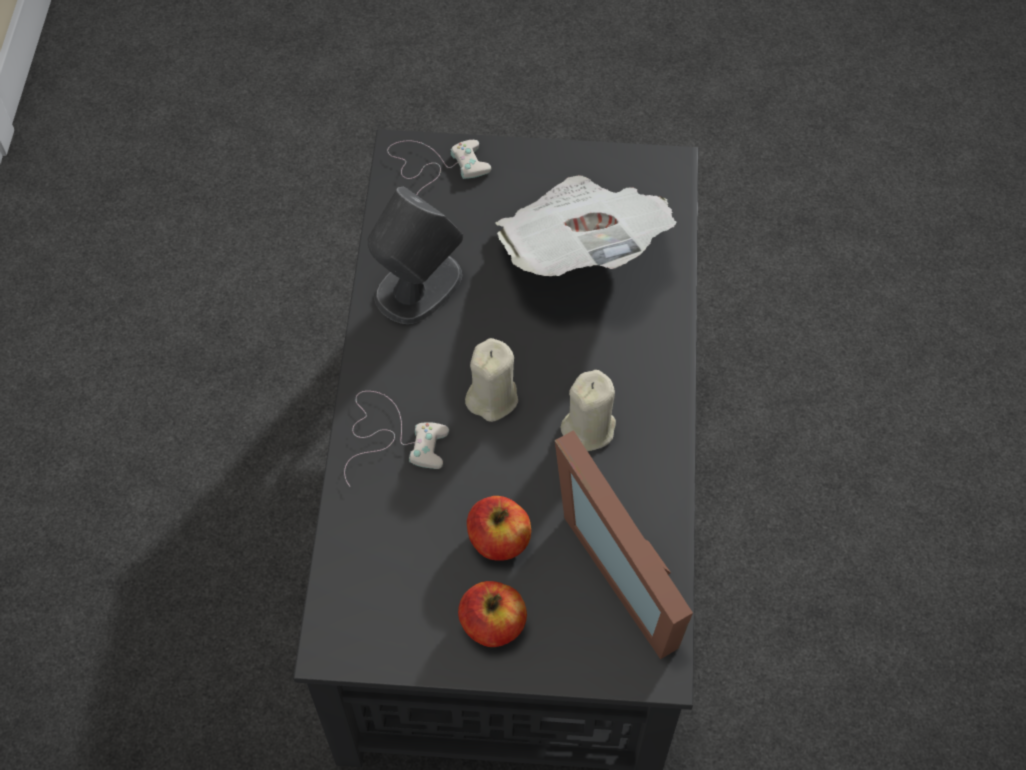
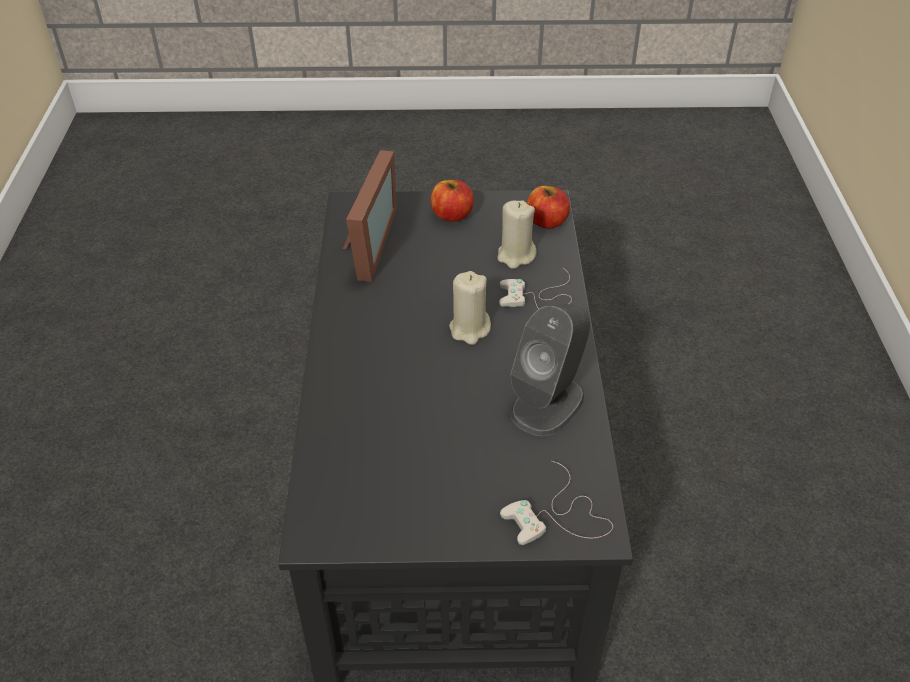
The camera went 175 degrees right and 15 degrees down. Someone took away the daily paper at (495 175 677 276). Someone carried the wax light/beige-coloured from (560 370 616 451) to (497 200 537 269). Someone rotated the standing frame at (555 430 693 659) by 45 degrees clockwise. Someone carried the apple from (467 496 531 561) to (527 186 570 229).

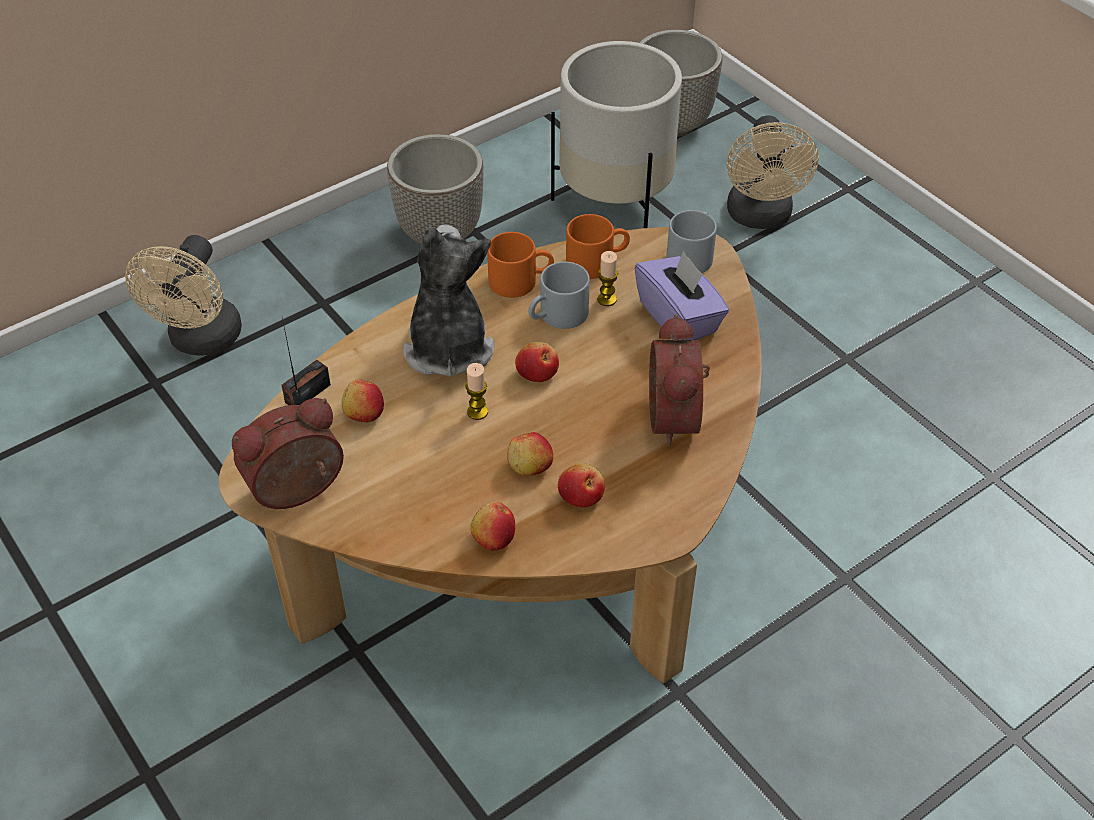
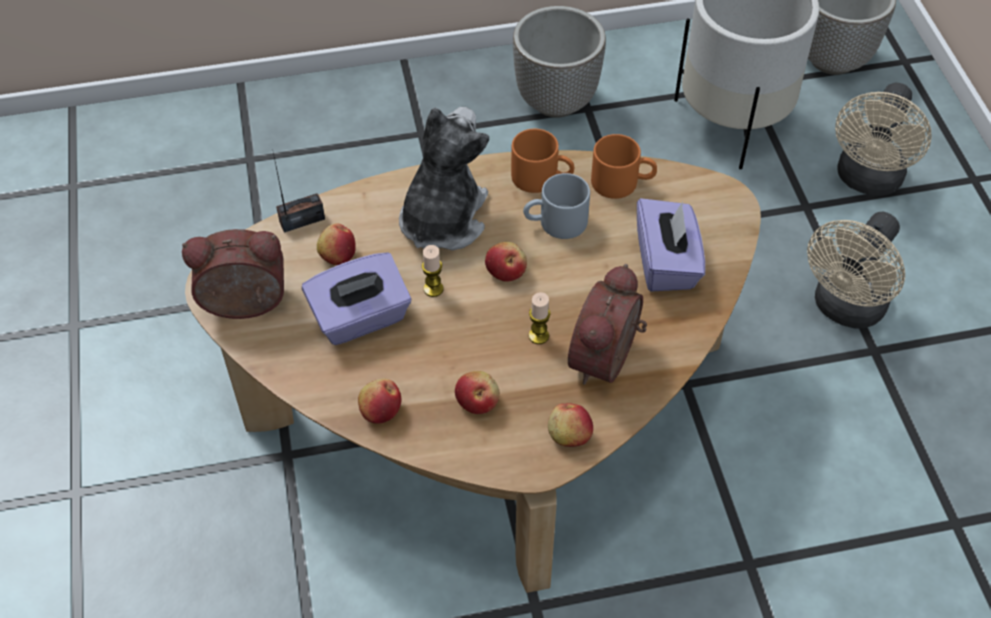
The camera went 25 degrees right and 5 degrees up. Someone took away the mug/grey at (666 210 717 273). Someone carried the electric fan/beige-coloured from (125 235 242 356) to (807 212 905 329). Someone carried the wax light from (597 251 618 306) to (529 292 551 344). Someone carried the apple from (507 432 553 476) to (548 403 593 447). Someone put down the box of tissues/purple at (302 252 411 345).

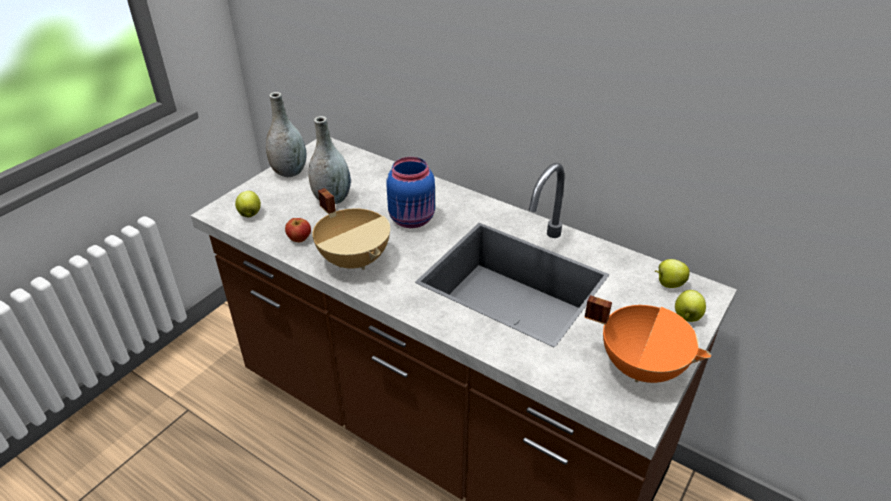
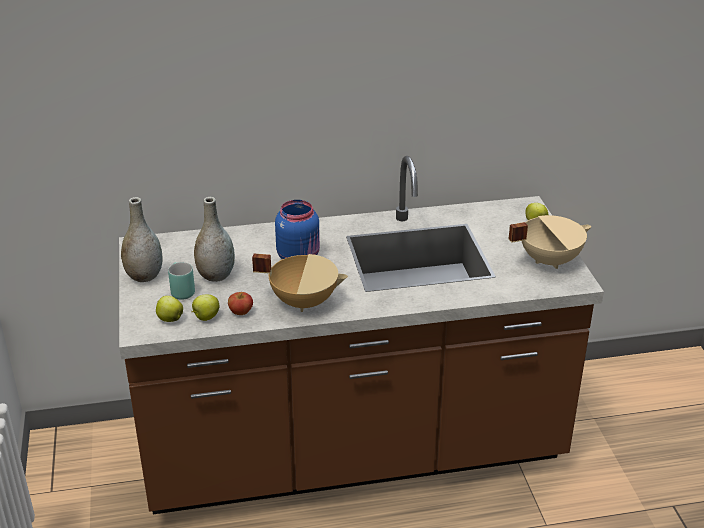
The camera went 45 degrees left and 5 degrees down. Someone carried the apple from (655 259 690 288) to (192 294 220 321). Someone repainted the cooking pot/orange-coloured at (584 295 711 383), which became the cooking pot/beige-coloured at (509 215 591 269). Someone put down the mug/turquoise at (168 262 195 300).

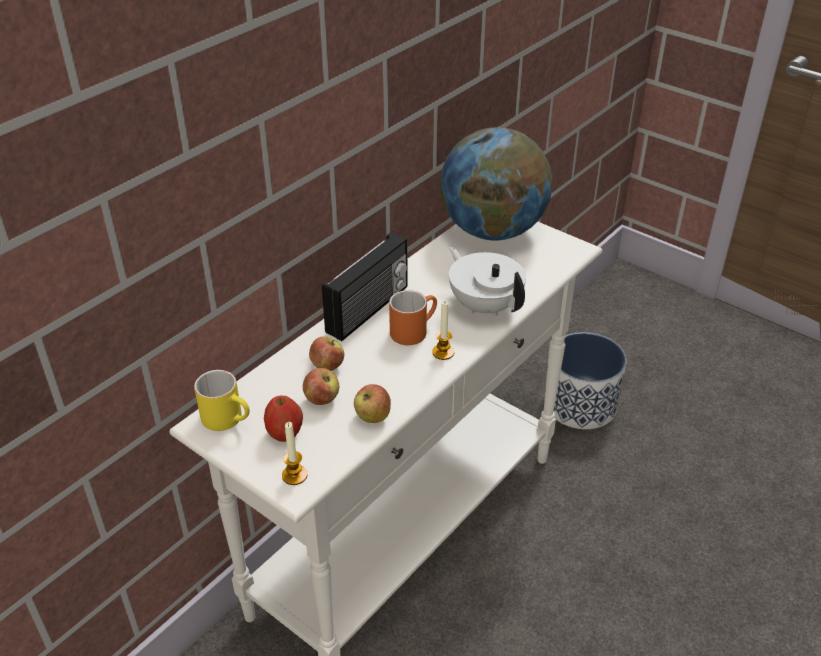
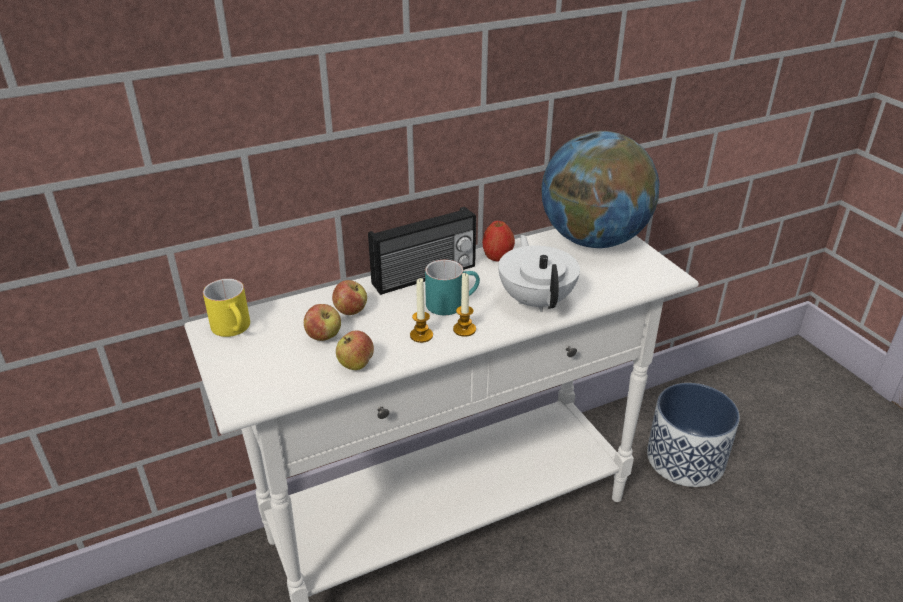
The camera went 25 degrees right and 5 degrees down. Someone repainted the mug/orange-coloured at (389 290 437 345), which became the mug/turquoise at (425 260 480 315). Someone carried the apple from (264 396 303 442) to (483 221 515 261). Someone carried the wax light from (282 422 307 485) to (410 278 433 343).

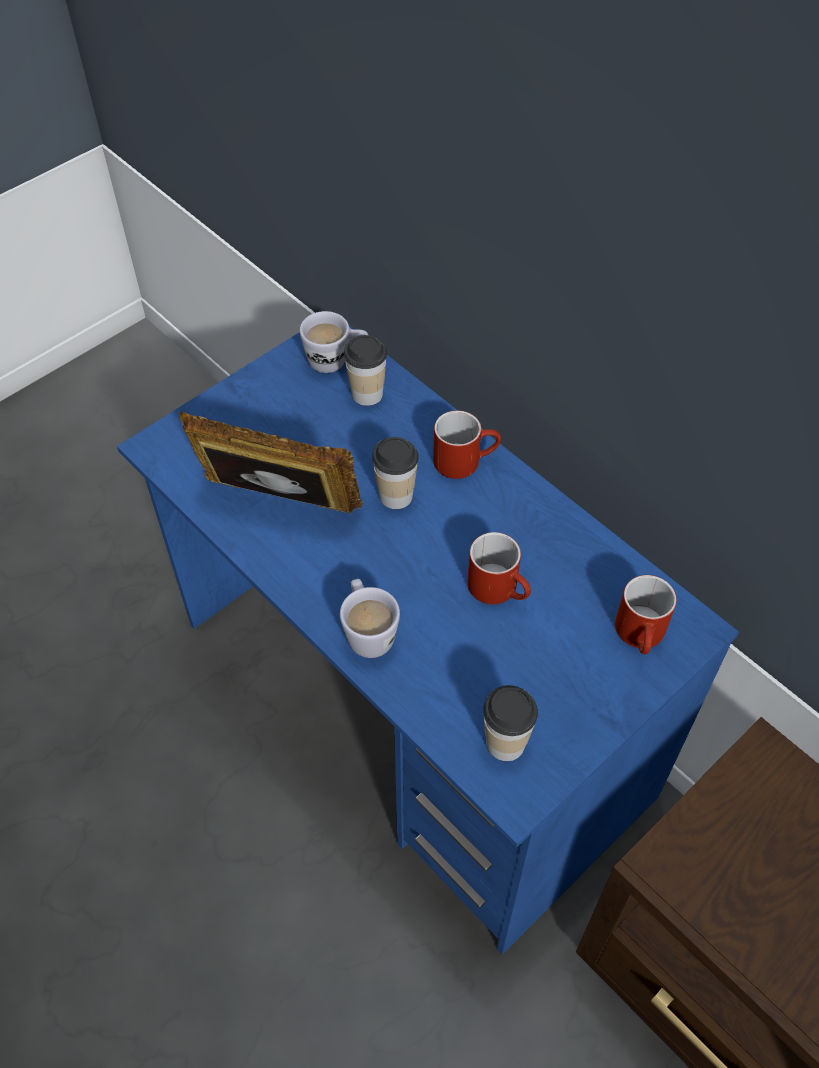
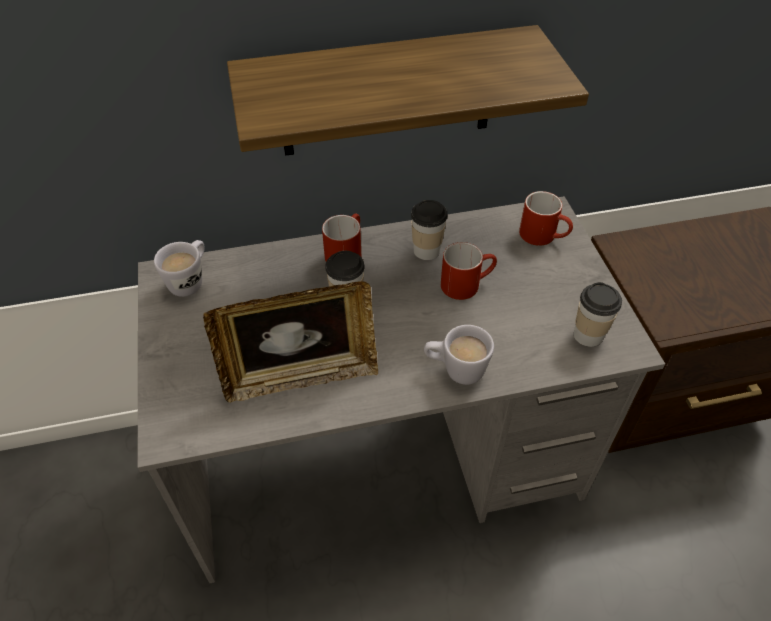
The camera went 60 degrees left and 5 degrees down. Someone repainted the desk/blue-coloured at (117 325 739 955), which became the desk/grey at (138 196 665 583). Someone carried the small cup from (344 335 387 406) to (411 200 447 260). Someone rotated the standing frame at (179 411 362 513) by 150 degrees counterclockwise. Someone put up the bracket shelf at (227 25 589 156).

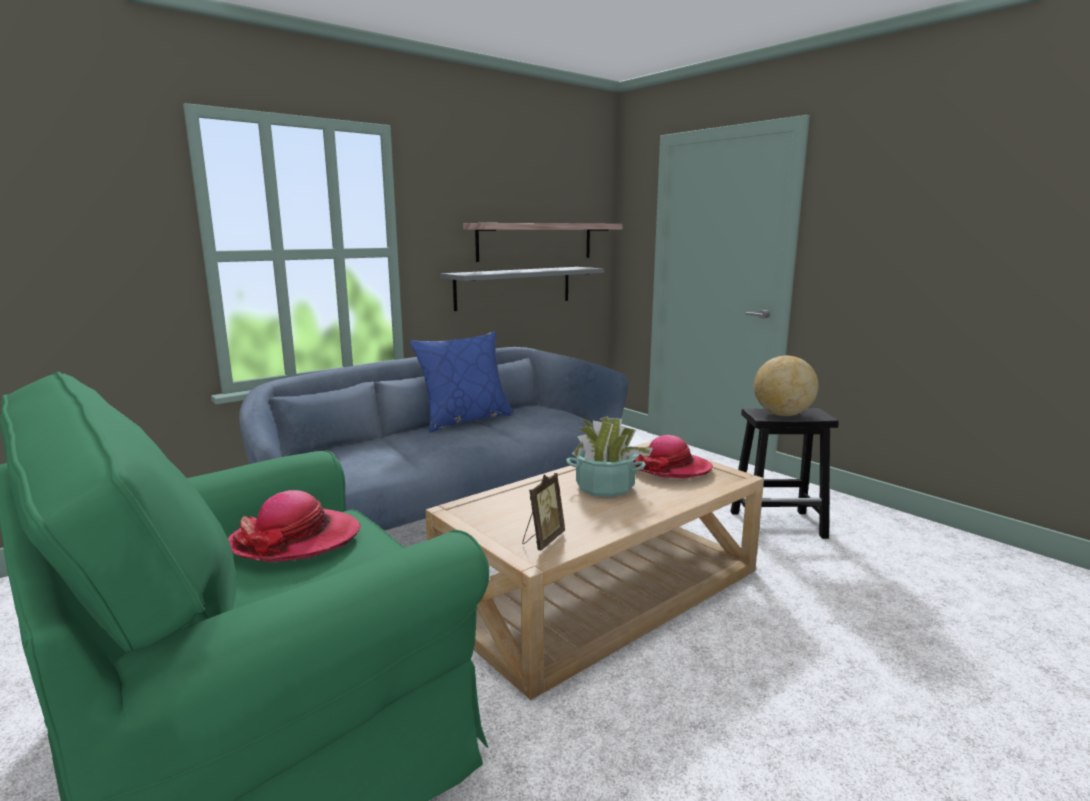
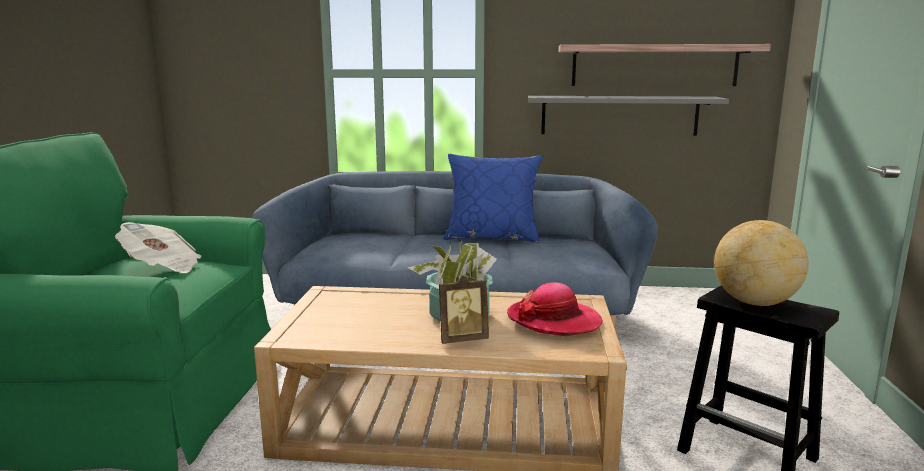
The camera went 45 degrees right and 0 degrees up. Someone carried the standing frame from (522 473 565 551) to (439 275 489 344). Someone swapped the wearable hat at (228 490 361 562) for the daily paper at (115 222 201 273).

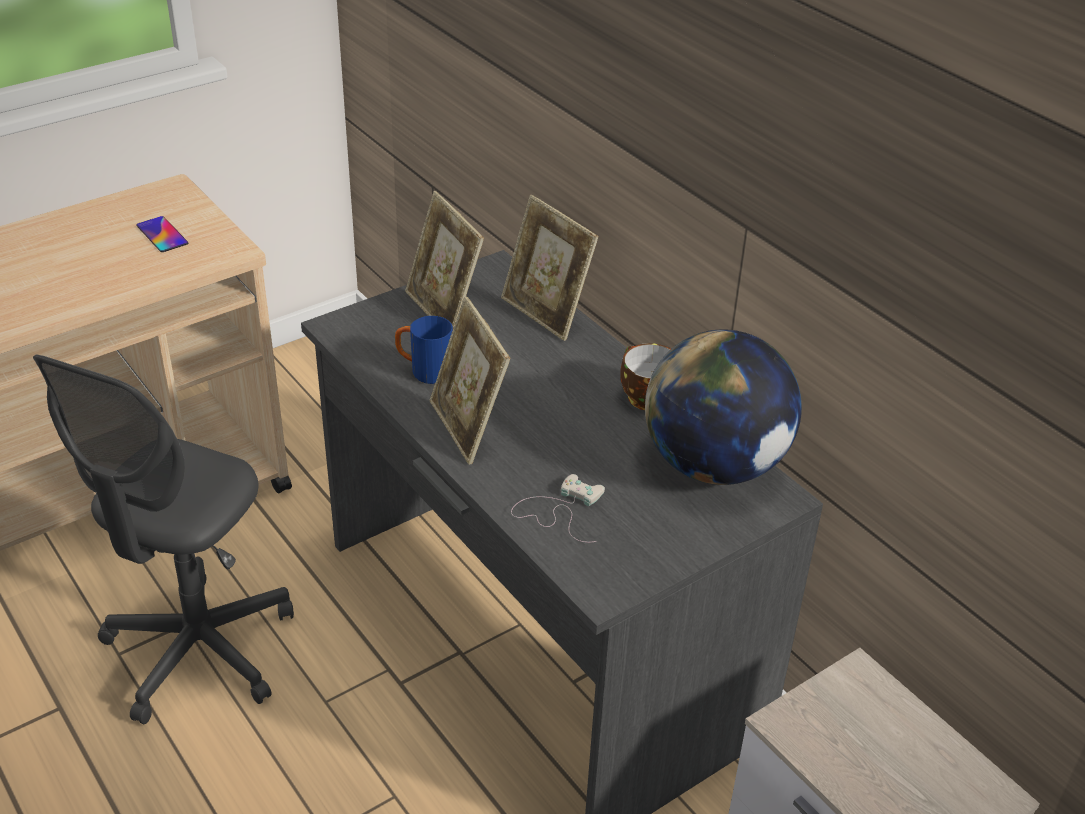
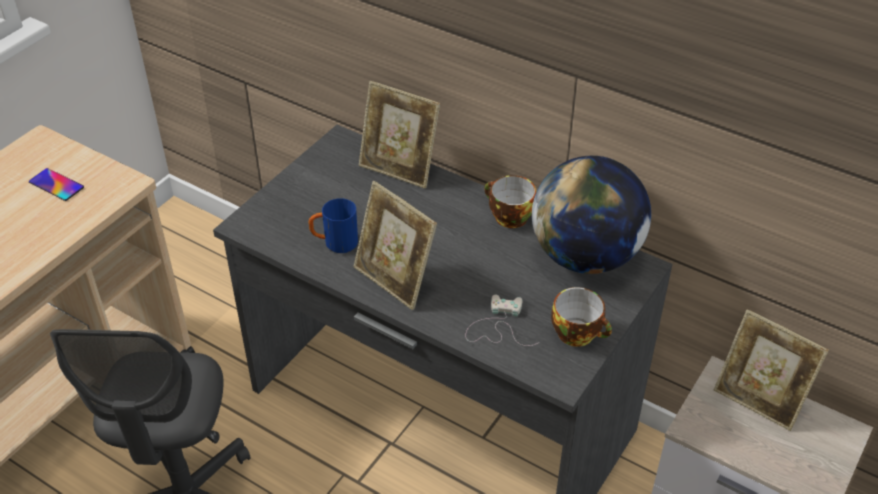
The camera went 20 degrees left and 5 degrees up. Someone carried the standing frame from (405 191 484 328) to (714 309 829 431). Someone put down the small cup at (551 287 612 347).

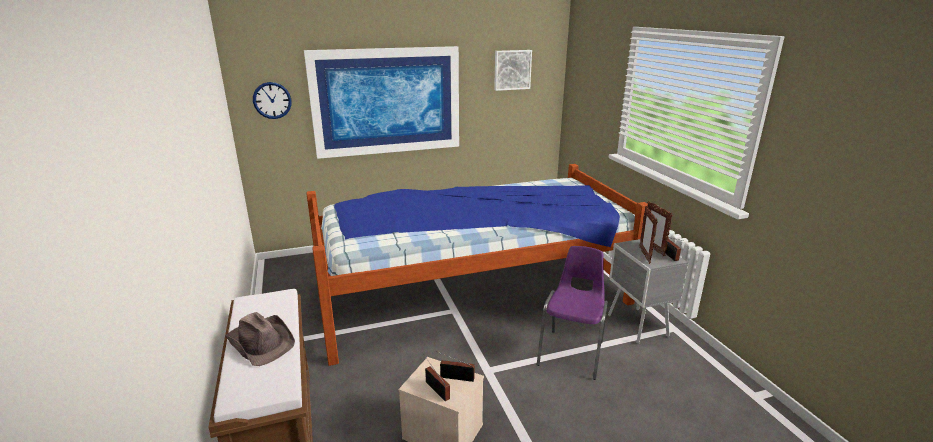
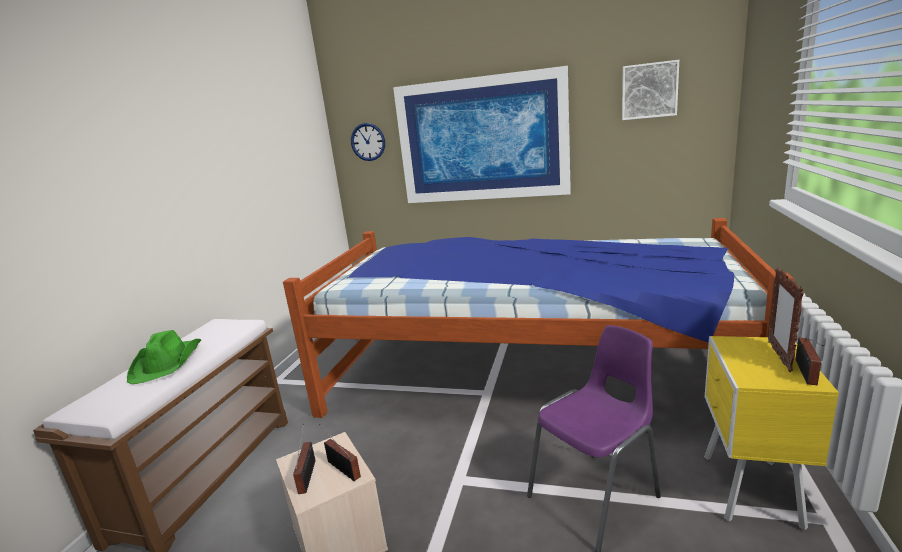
The camera went 35 degrees right and 5 degrees down. Someone took away the standing frame at (639 206 658 264). Someone repainted the nightstand/grey at (608 239 688 344), which became the nightstand/yellow at (704 336 839 530). Someone repainted the wearable hat/brown at (225 312 295 366), which became the wearable hat/green at (127 330 201 384).

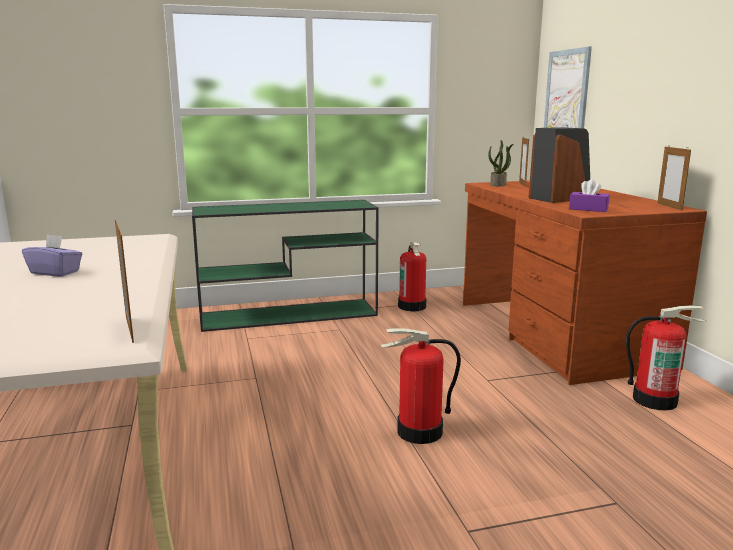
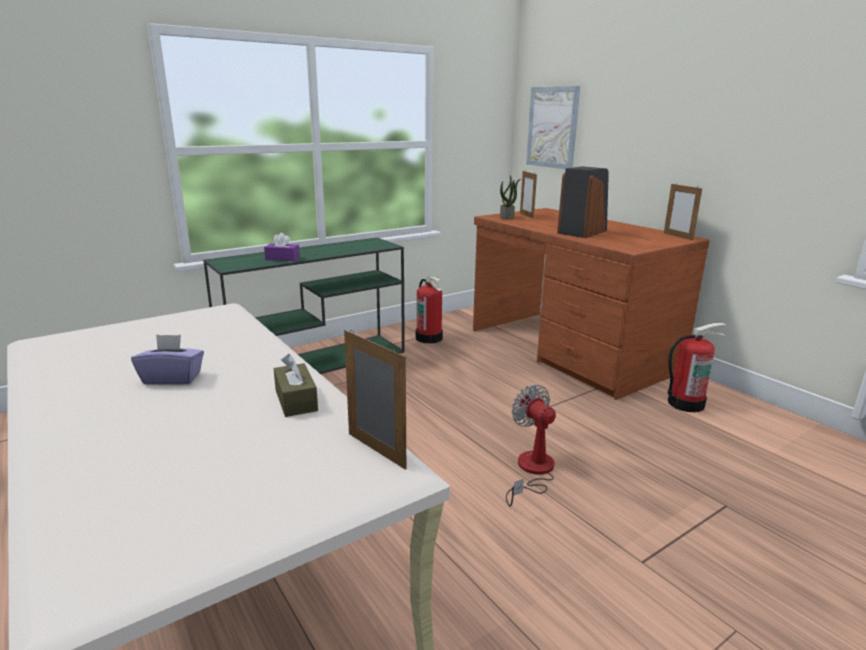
The camera went 20 degrees left and 5 degrees up. Someone carried the box of tissues/purple from (569 179 610 212) to (264 233 300 261). Someone swapped the extinguisher at (381 328 461 444) for the electric fan at (506 384 556 507). Someone put down the box of tissues/brown at (274 354 318 417).

